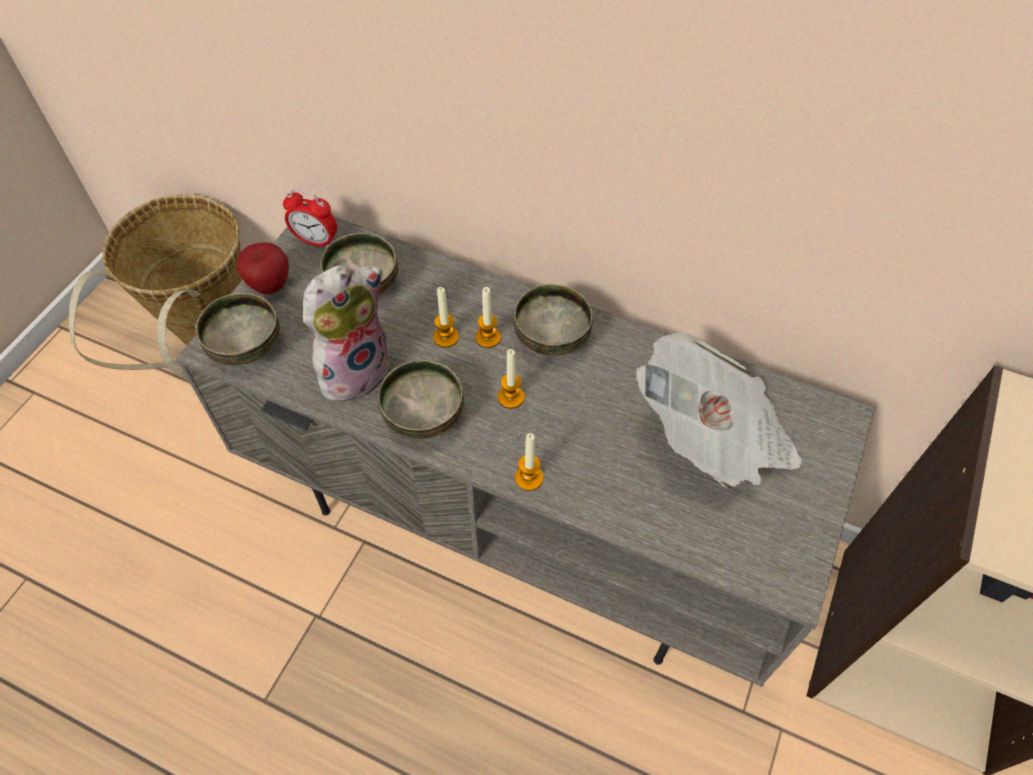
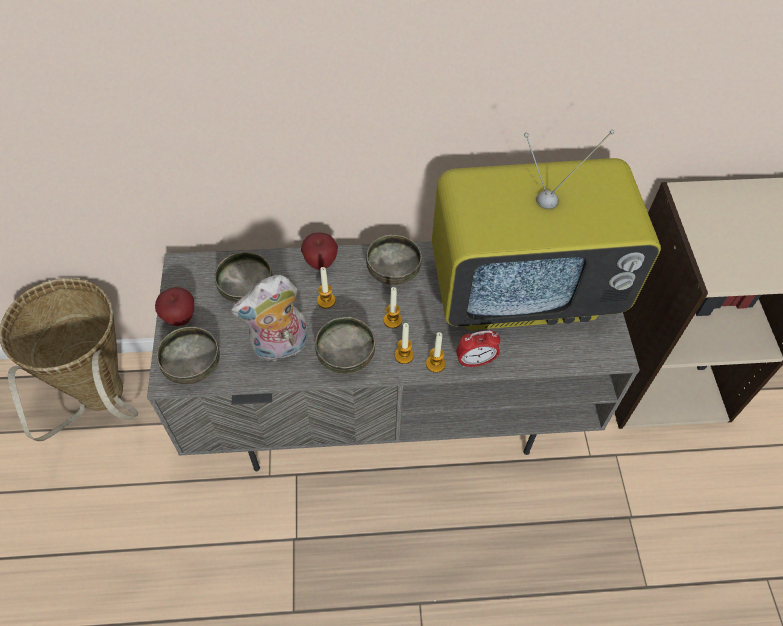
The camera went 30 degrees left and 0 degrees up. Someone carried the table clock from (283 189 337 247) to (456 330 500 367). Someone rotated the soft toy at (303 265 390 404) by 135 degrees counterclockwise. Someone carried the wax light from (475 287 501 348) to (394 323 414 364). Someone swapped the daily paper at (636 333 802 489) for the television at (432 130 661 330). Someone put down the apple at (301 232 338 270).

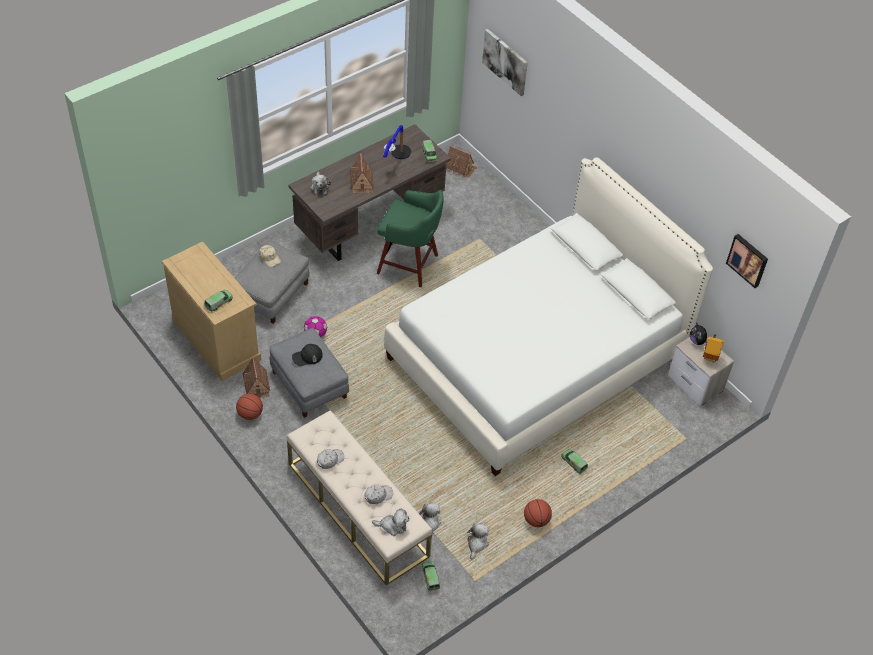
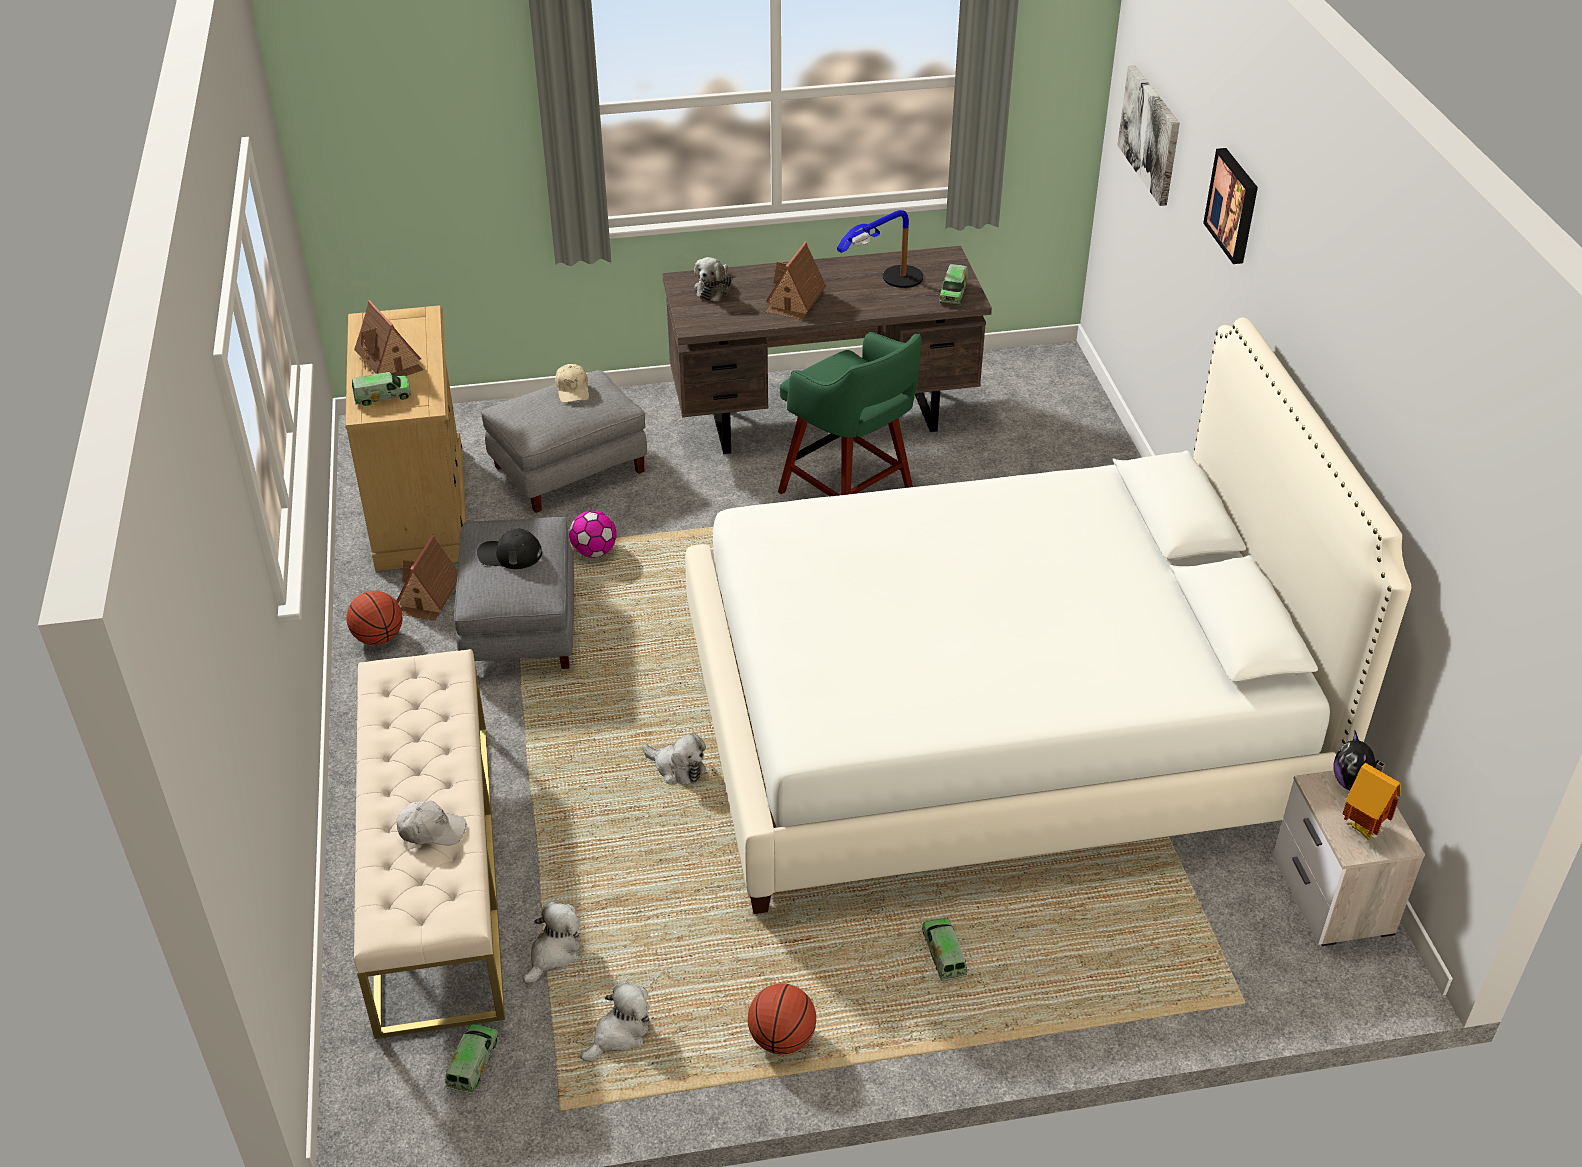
The camera went 30 degrees right and 10 degrees down. Someone carried the miniature house from (446 146 477 178) to (354 300 424 376). Someone carried the wall picture from (726 234 768 288) to (1203 148 1258 264). Someone took away the cap/white-coloured at (317 449 344 469). Someone carried the soft toy from (372 508 409 536) to (642 734 706 784).

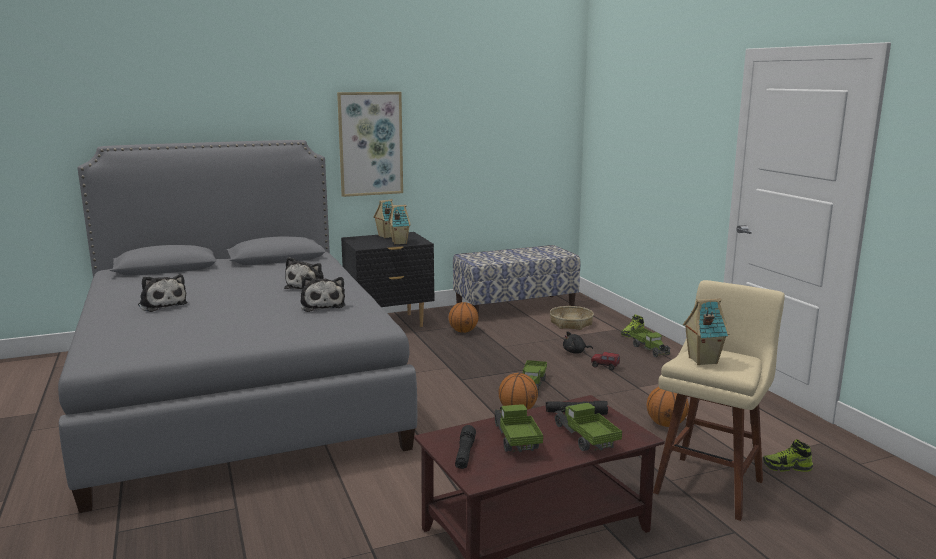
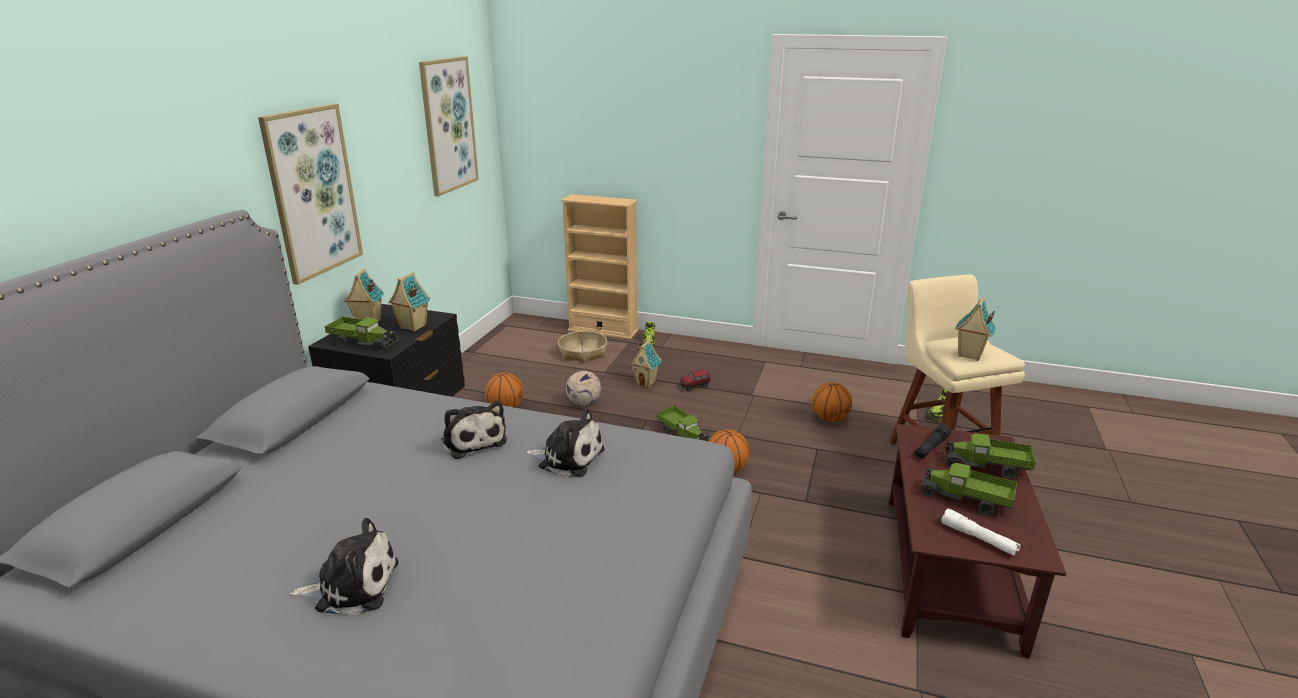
The camera went 50 degrees left and 10 degrees up. Someone took away the long seat at (453 245 580 314). Someone carried the toy truck from (629 328 671 357) to (325 317 398 352). Someone swapped the soft toy/black-coloured at (563 331 593 354) for the miniature house at (630 340 662 388). Someone repainted the flashlight/black-coloured at (455 425 476 469), which became the flashlight/white-coloured at (941 508 1021 556). Someone put up the wall picture at (419 56 479 197). Someone put down the bookcase/beige-coloured at (561 194 638 340). Someone put down the ball for football at (566 371 601 406).

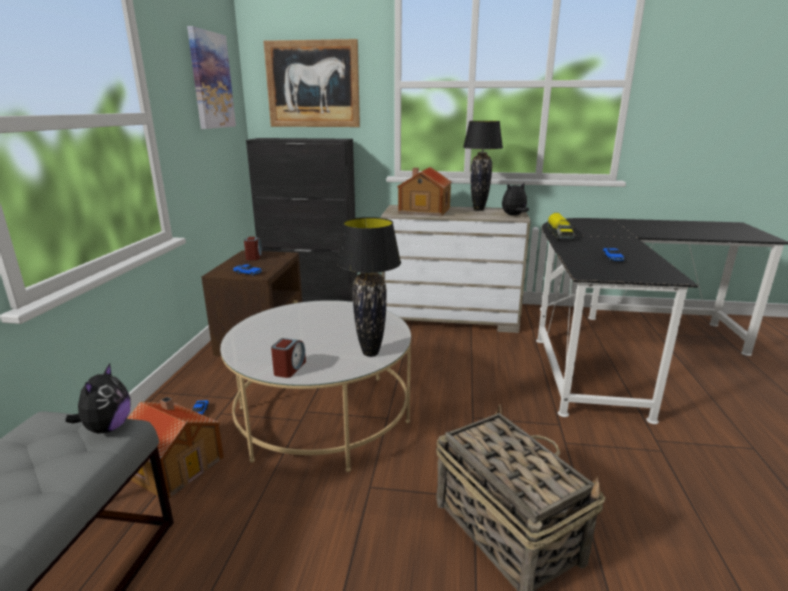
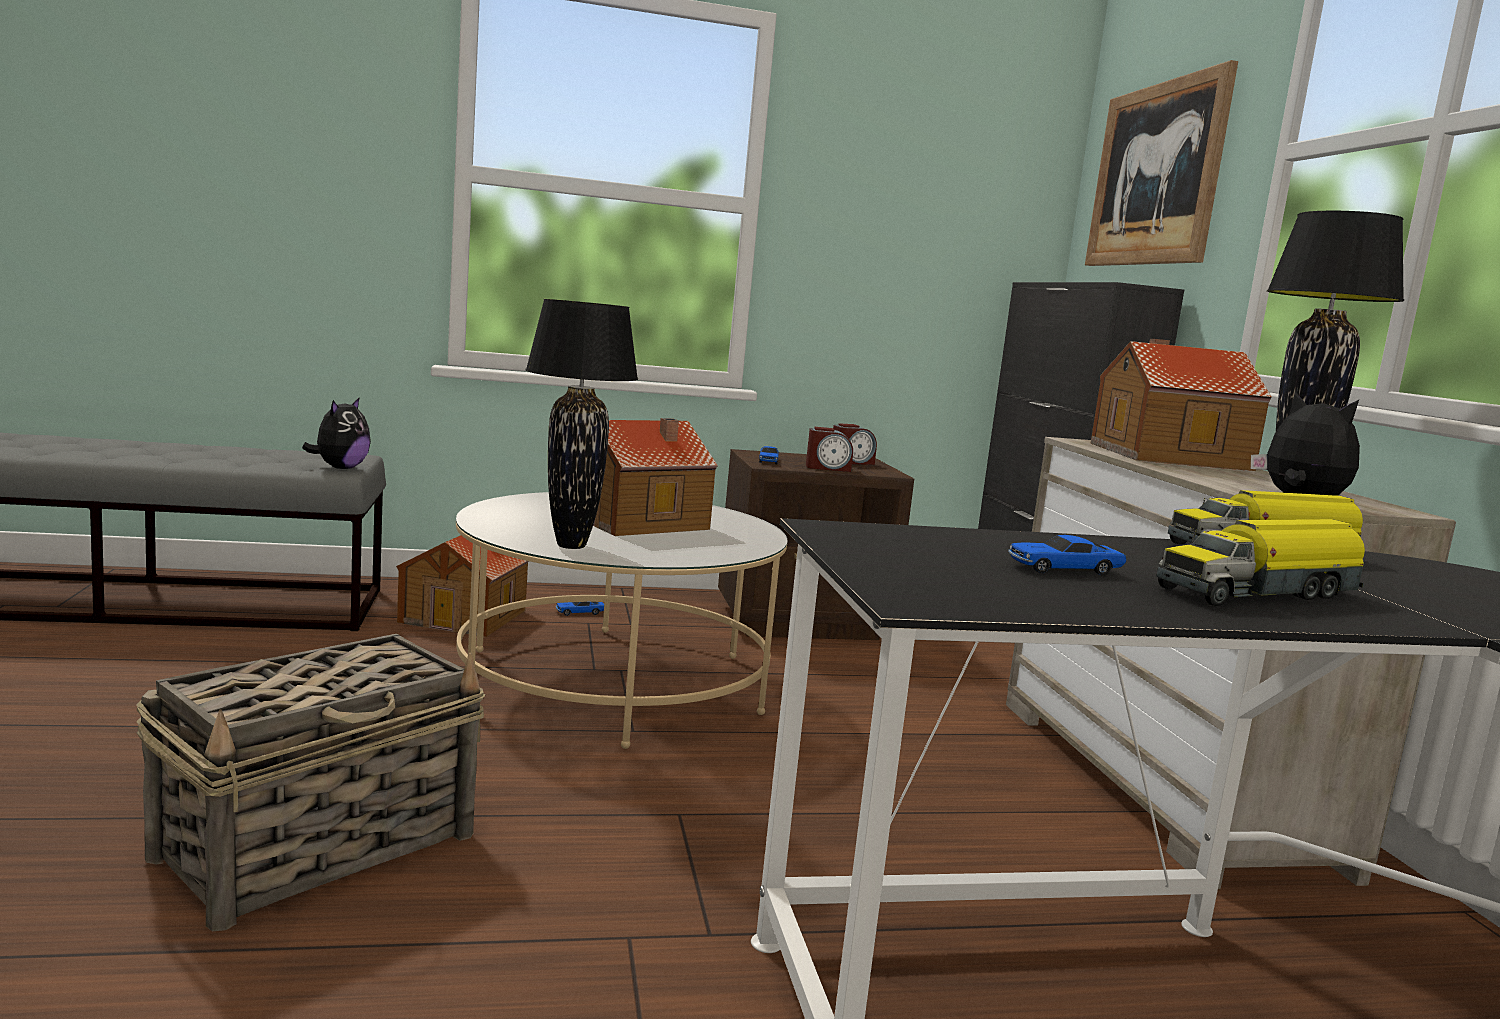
The camera went 70 degrees right and 10 degrees down. Someone took away the wall picture at (187 26 236 129). Someone carried the table clock from (271 338 306 378) to (806 427 853 472). Someone rotated the soft toy at (65 364 130 434) by 60 degrees counterclockwise. Someone put down the miniature house at (593 418 718 536). Someone put down the toy truck at (1157 519 1365 606).

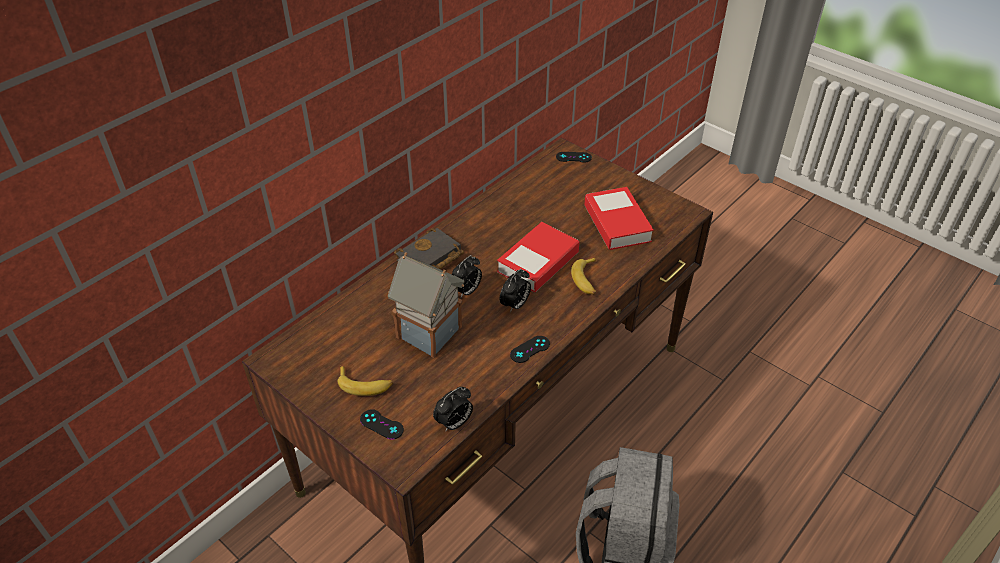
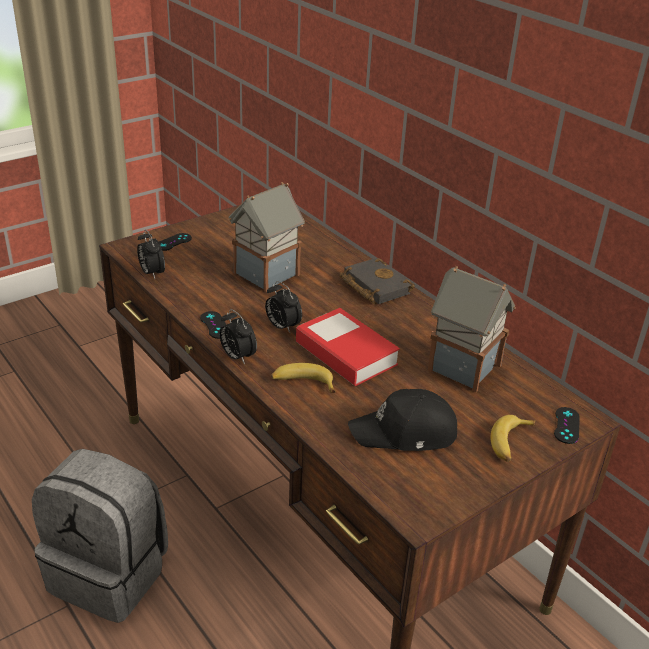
The camera went 100 degrees right and 10 degrees down. Someone swapped the volume at (584 187 654 250) for the cap/black-coloured at (348 389 457 451). Someone carried the table clock from (452 255 482 298) to (220 309 257 365). Someone carried the banana fruit from (338 366 393 396) to (490 415 535 462). Someone put down the miniature house at (428 266 516 392).

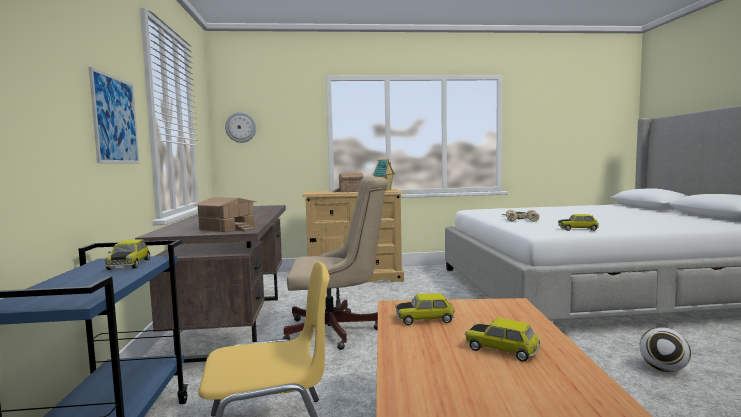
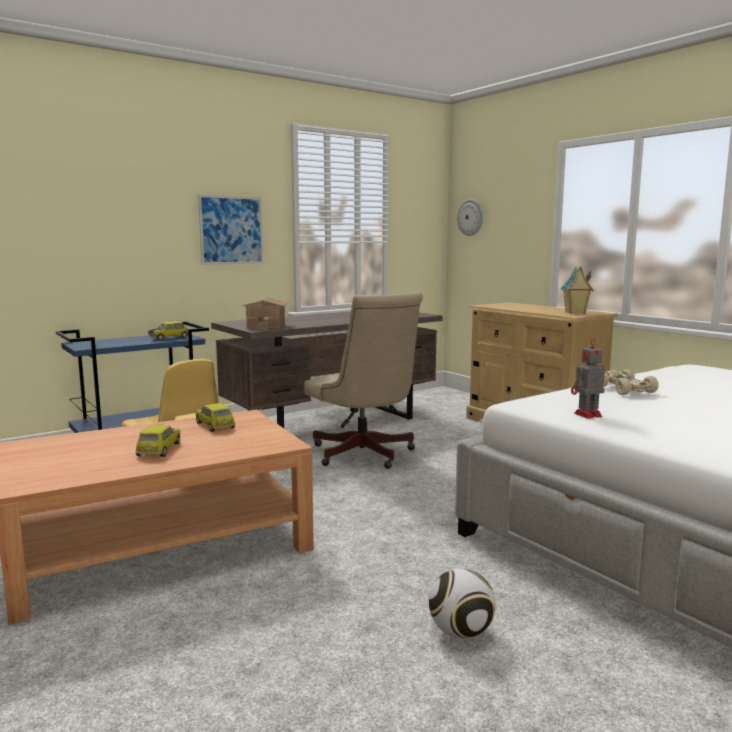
The camera went 60 degrees right and 5 degrees up. Someone took away the miniature house at (332 173 364 192). Someone swapped the toy car at (558 214 599 231) for the model robot at (571 339 605 419).

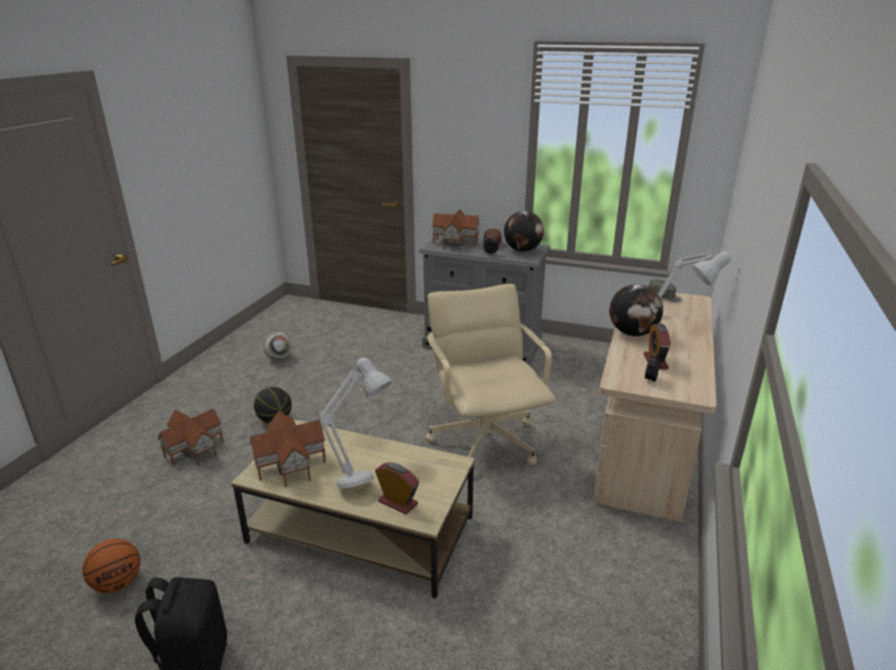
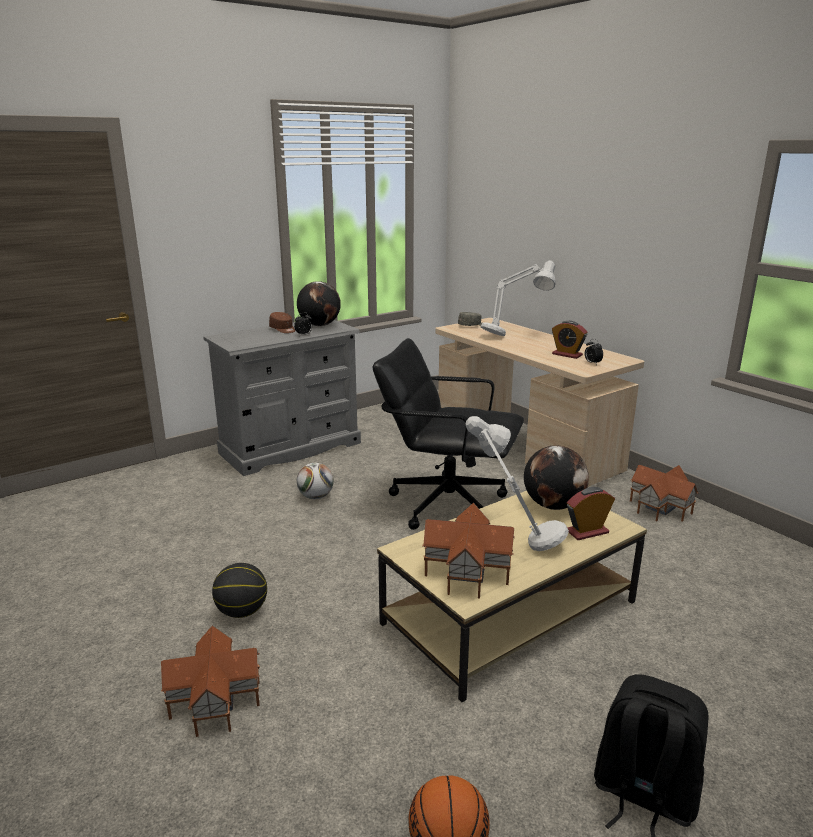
The camera went 55 degrees left and 5 degrees down. Someone carried the miniature house from (432 209 480 250) to (630 465 698 522). Someone repainted the computer chair/beige-coloured at (425 284 556 465), which became the computer chair/black-coloured at (373 338 524 530). Someone carried the globe from (609 284 663 336) to (524 445 589 510). Someone carried the ball for football from (263 332 292 360) to (297 463 334 499).

